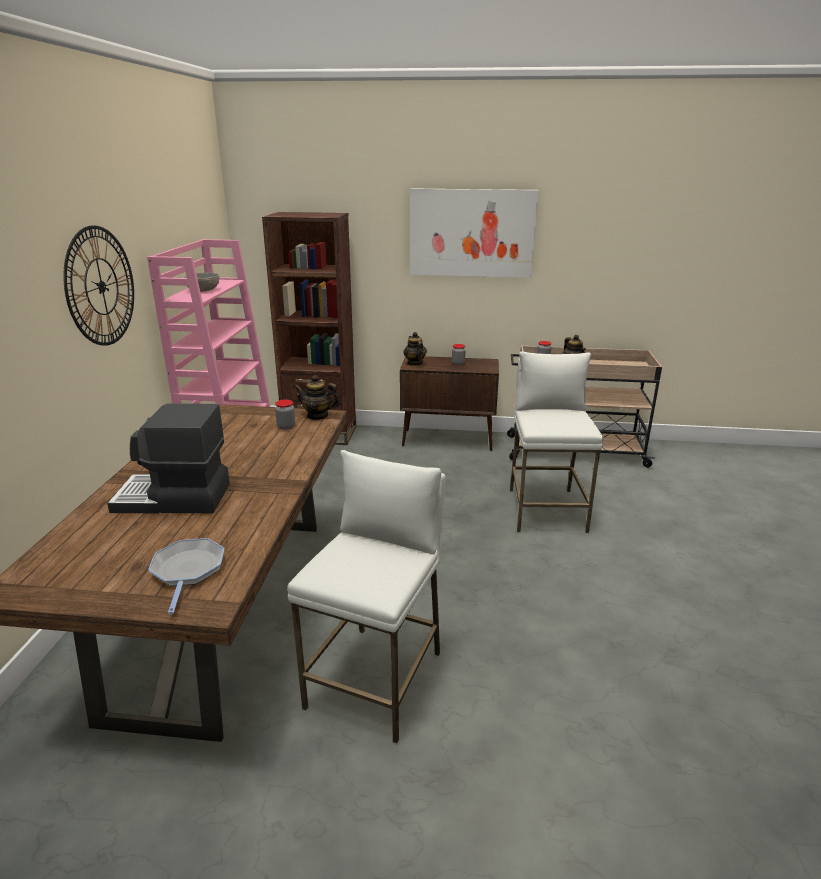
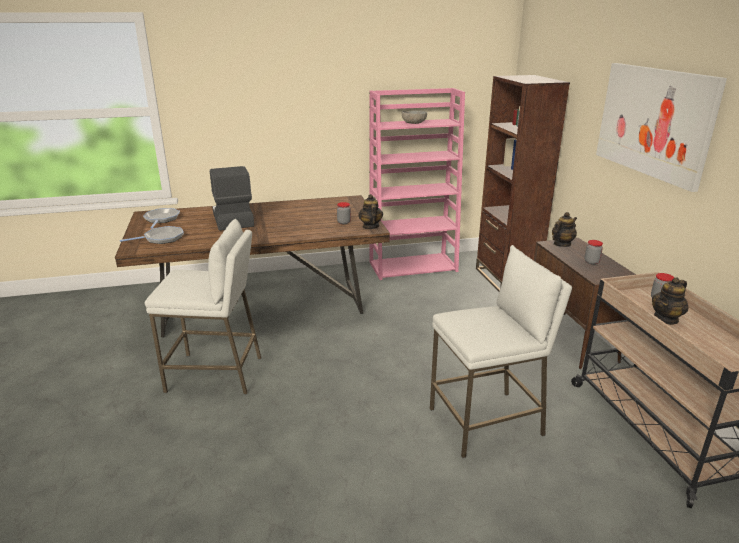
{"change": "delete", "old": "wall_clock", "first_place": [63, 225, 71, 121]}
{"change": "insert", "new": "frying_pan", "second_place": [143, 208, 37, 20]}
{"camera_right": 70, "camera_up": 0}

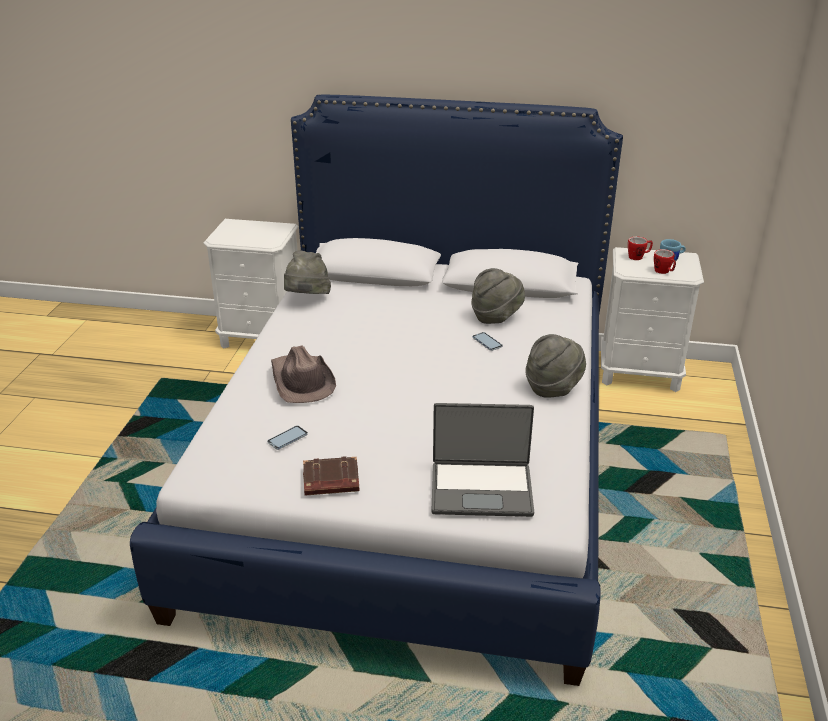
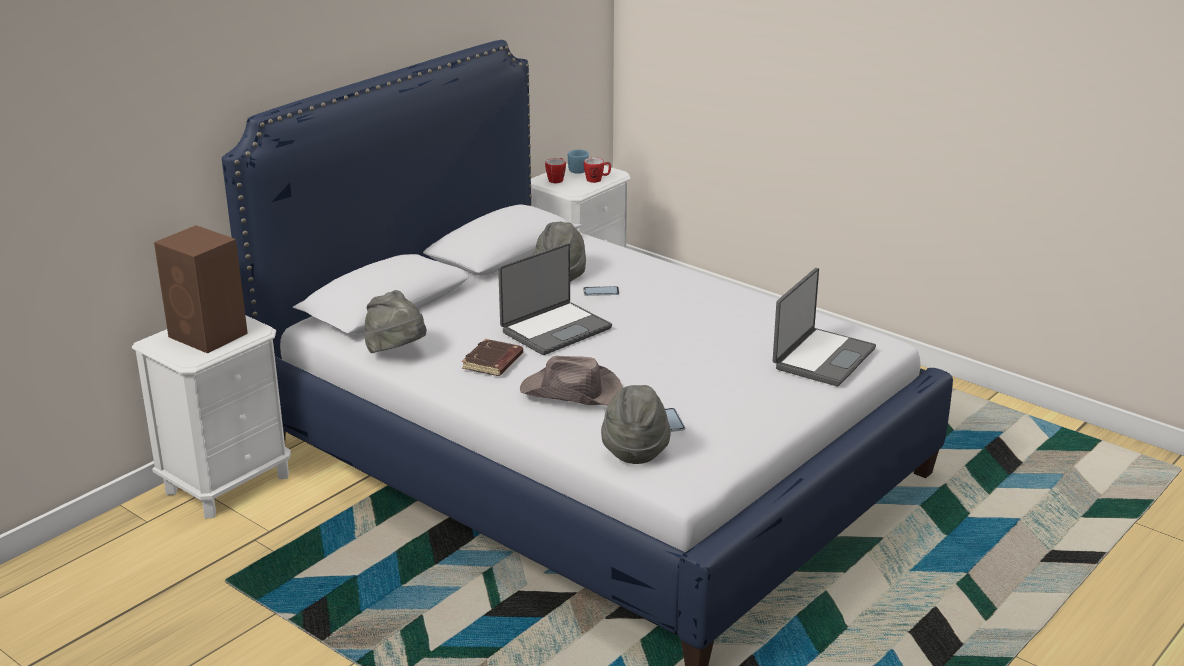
{"change": "move", "old": "brownish_bound_book", "first_place": [303, 456, 56, 40], "second_place": [462, 339, 61, 37]}
{"change": "move", "old": "gray_clothing_hat", "first_place": [525, 334, 61, 64], "second_place": [601, 385, 70, 79]}
{"change": "insert", "new": "brownish_audio_speaker", "second_place": [154, 225, 94, 128]}
{"change": "insert", "new": "notebook_computer", "second_place": [498, 243, 114, 112]}
{"camera_right": -60, "camera_up": -5}

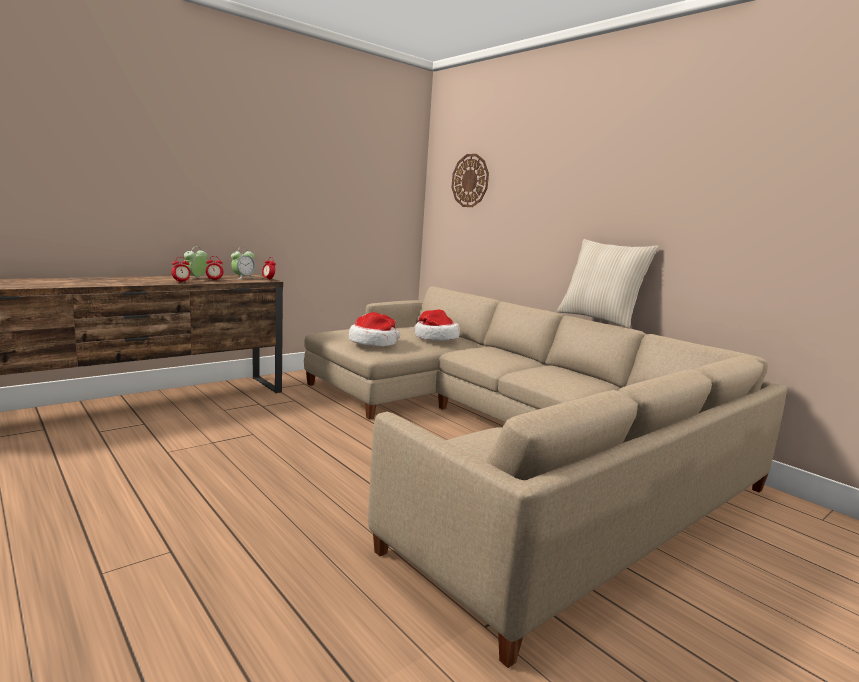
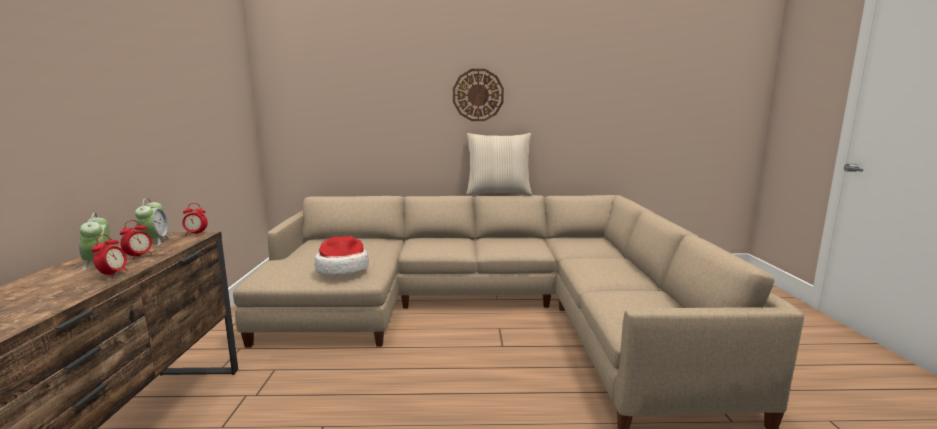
{"change": "delete", "old": "clothing_hat", "first_place": [414, 309, 46, 32]}
{"change": "move", "old": "wall_clock", "first_place": [451, 154, 38, 53], "second_place": [453, 69, 51, 52]}
{"camera_right": -50, "camera_up": 0}

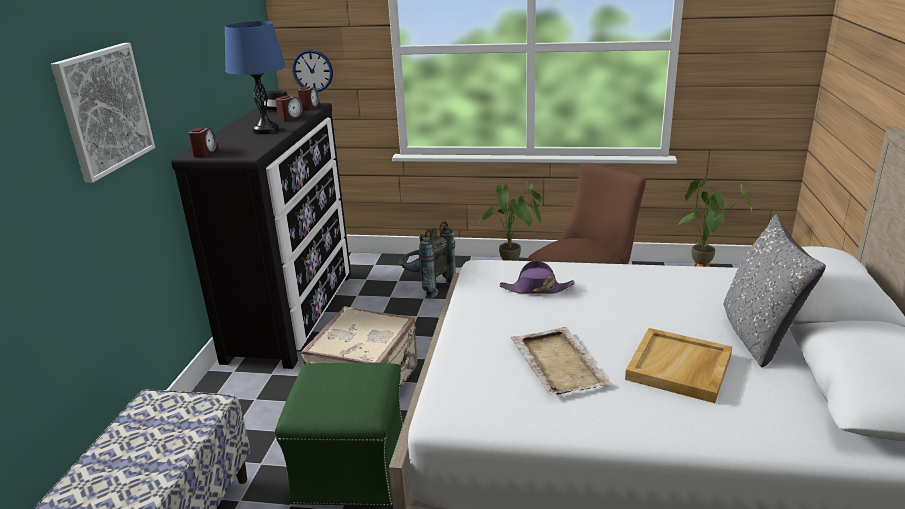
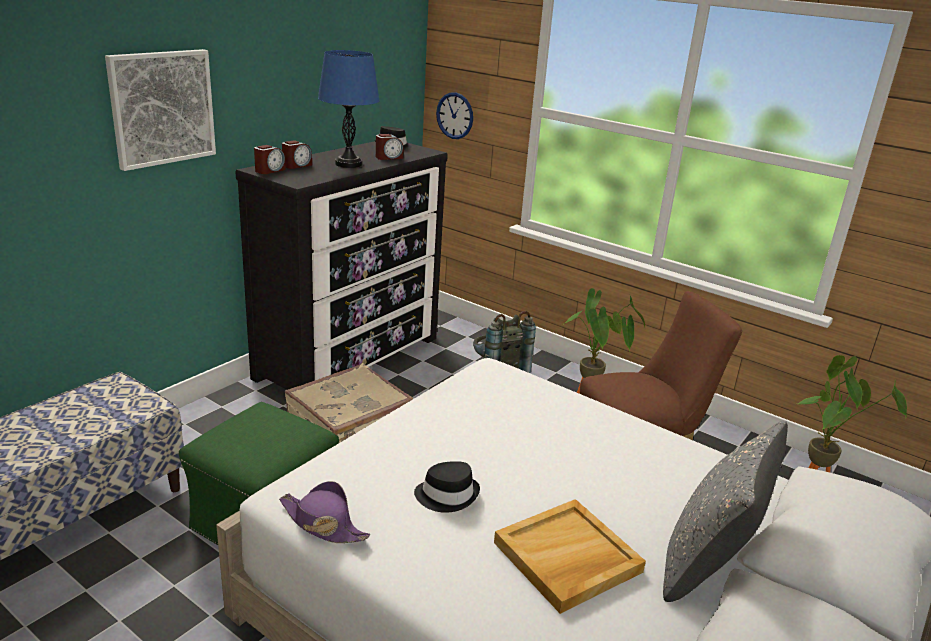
{"change": "move", "old": "bedside_clock", "first_place": [297, 86, 23, 24], "second_place": [282, 140, 30, 29]}
{"change": "move", "old": "purple-coloured_clothing_hat", "first_place": [500, 260, 75, 34], "second_place": [279, 481, 91, 62]}
{"change": "replace", "old": "sand-coloured_serving_tray", "new": "black-coloured_clothing_hat", "first_place": [510, 327, 103, 68], "second_place": [414, 461, 66, 52]}
{"camera_right": 25, "camera_up": 0}

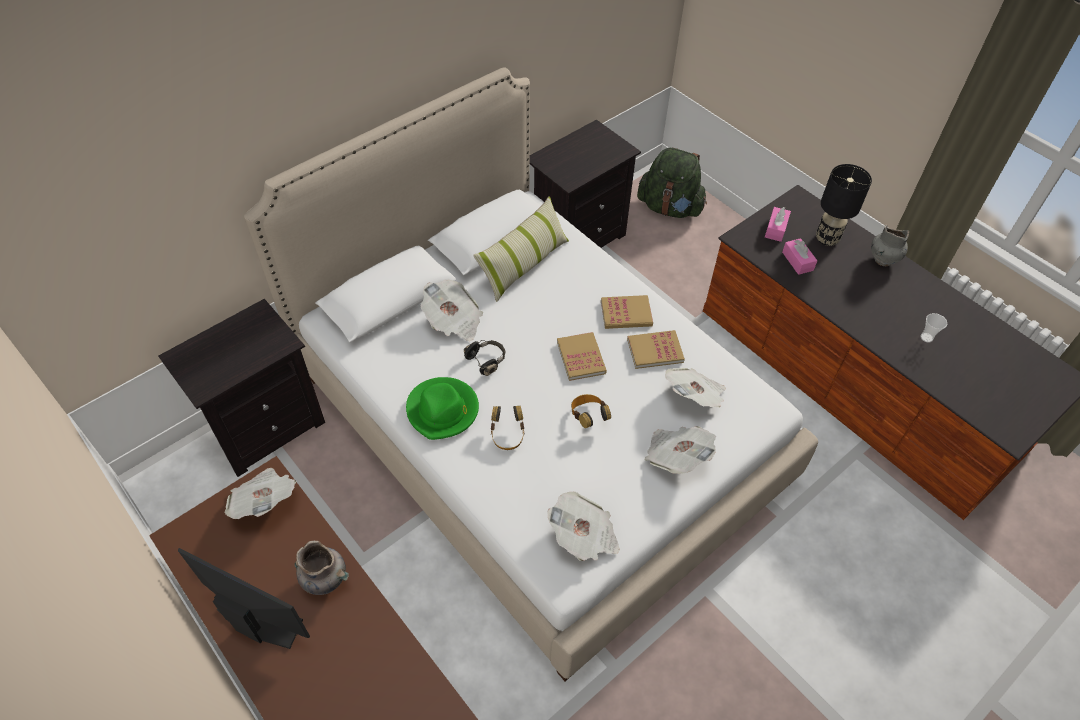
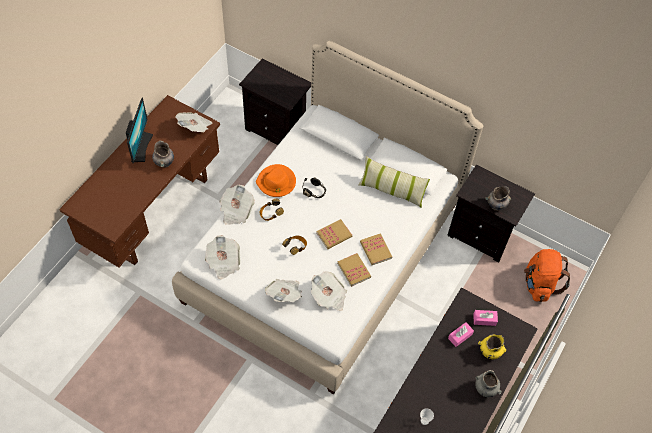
{"change": "recolor", "old": "greenish_clothing_hat", "new": "orange_clothing_hat", "first_place": [406, 377, 73, 63], "second_place": [256, 164, 40, 33]}
{"change": "move", "old": "daily_paper", "first_place": [420, 280, 63, 61], "second_place": [220, 185, 34, 40]}
{"change": "recolor", "old": "greenish_rucksack", "new": "orange_rucksack", "first_place": [637, 148, 70, 70], "second_place": [524, 249, 46, 53]}
{"change": "replace", "old": "black-coloured_tabletop_lamp", "new": "yellow_decorative_vase", "first_place": [816, 164, 56, 82], "second_place": [478, 335, 28, 24]}
{"change": "insert", "new": "gray_decorative_vase", "second_place": [485, 186, 26, 25]}
{"camera_right": 70, "camera_up": 5}

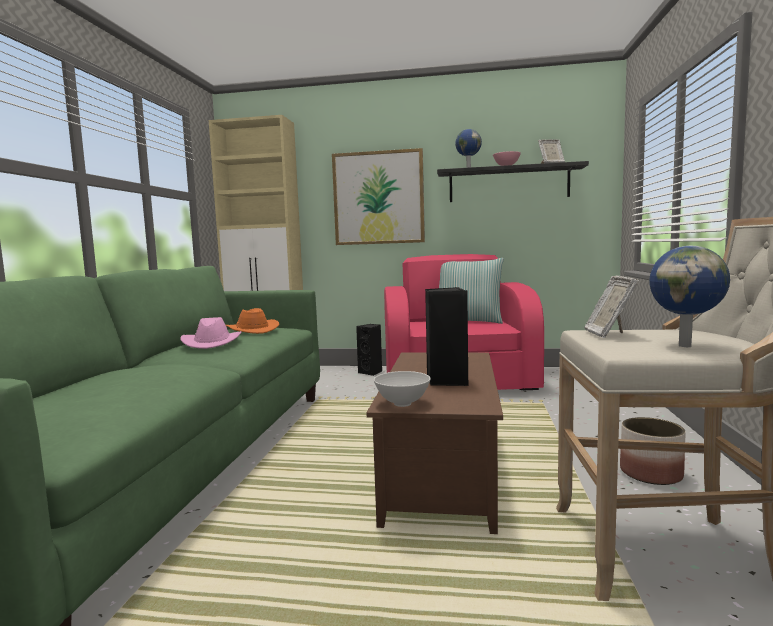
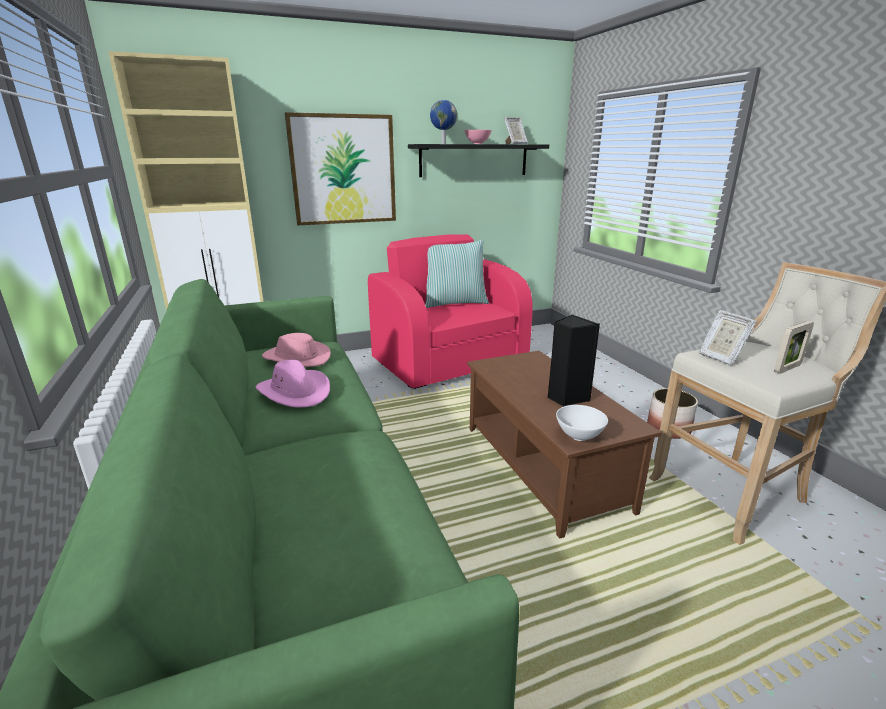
{"change": "recolor", "old": "orange_clothing_hat", "new": "pink_clothing_hat", "first_place": [226, 308, 54, 26], "second_place": [262, 333, 69, 34]}
{"change": "delete", "old": "black-coloured_audio_speaker", "first_place": [356, 324, 26, 52]}
{"change": "replace", "old": "desk_globe", "new": "picture_frame", "first_place": [649, 246, 81, 101], "second_place": [774, 321, 40, 53]}
{"camera_right": -30, "camera_up": 15}

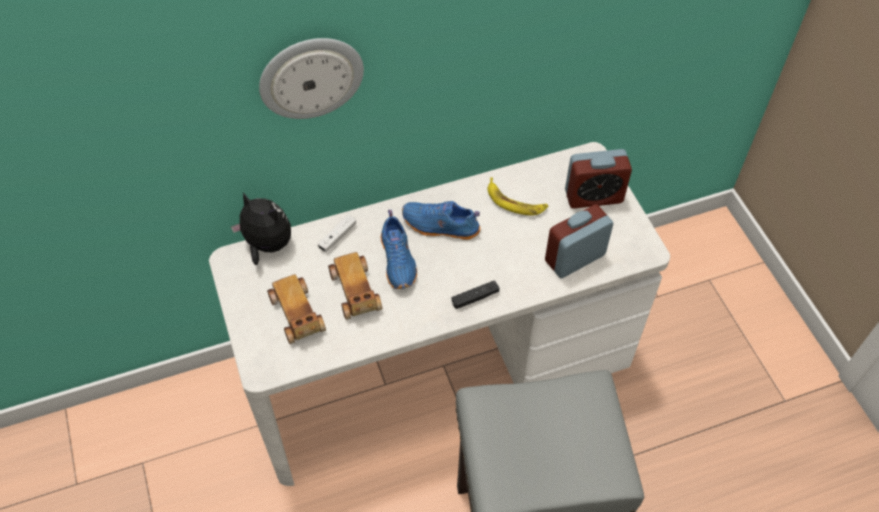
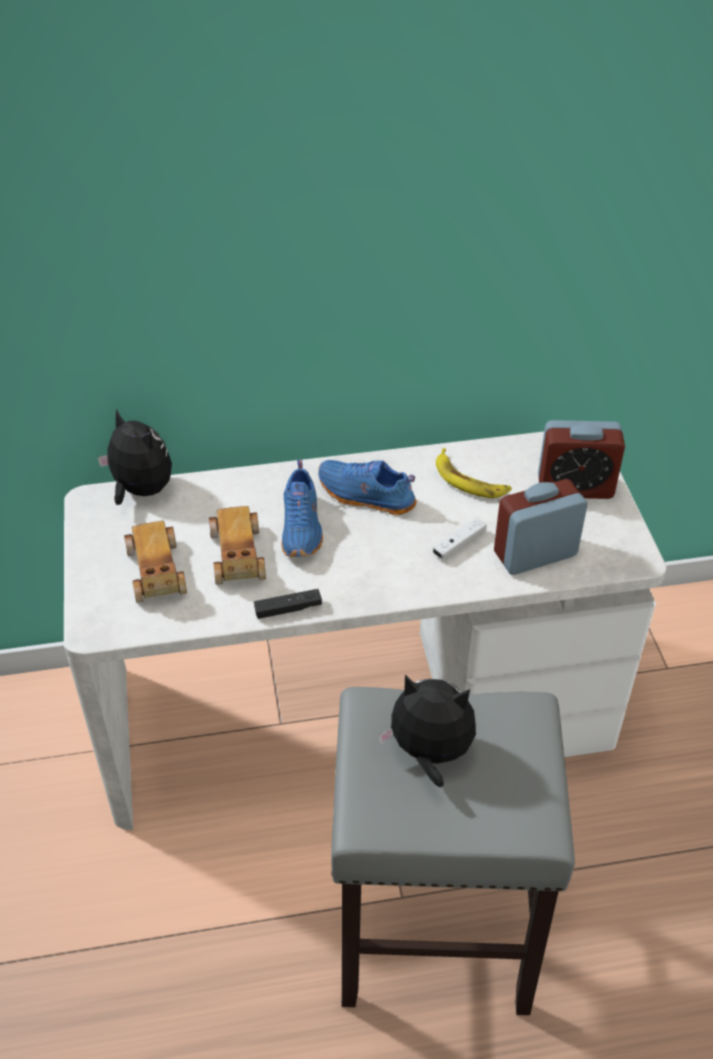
{"change": "delete", "old": "wall_clock", "first_place": [259, 38, 105, 81]}
{"change": "move", "old": "white_game_controller", "first_place": [318, 215, 38, 37], "second_place": [433, 517, 54, 42]}
{"change": "move", "old": "black-coloured_game_controller", "first_place": [452, 280, 47, 29], "second_place": [254, 589, 68, 30]}
{"change": "insert", "new": "cuddly_toy", "second_place": [378, 674, 98, 113]}
{"camera_right": 10, "camera_up": -10}

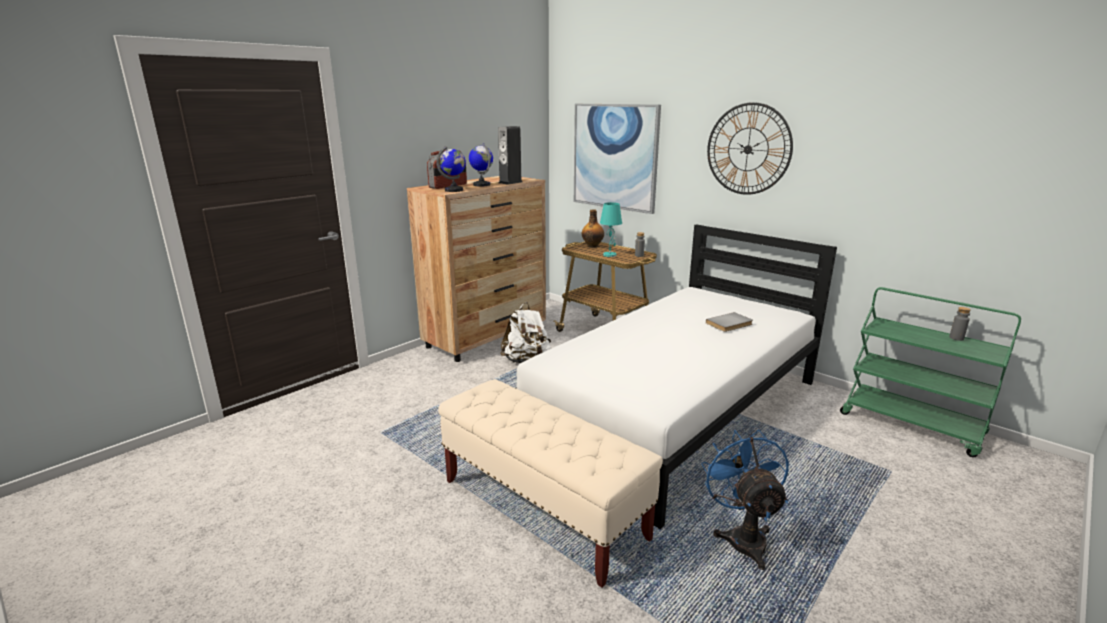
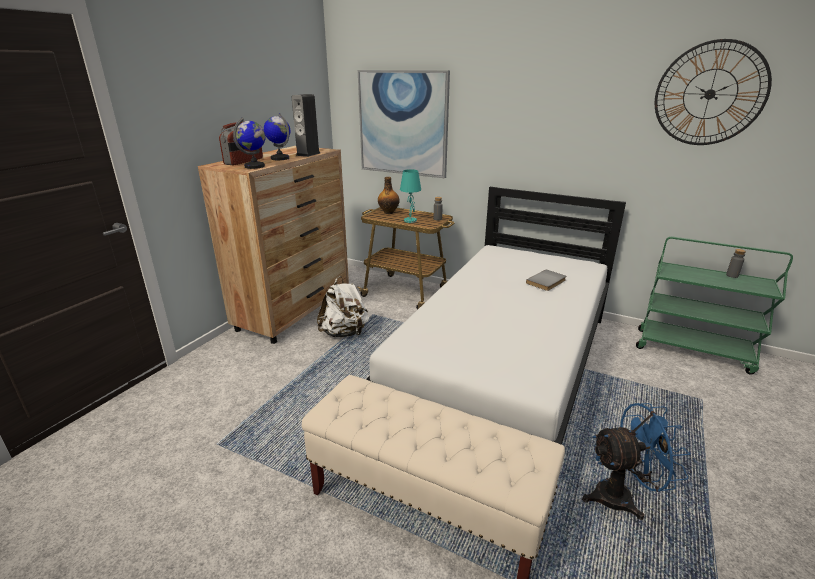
{"change": "rotate", "old": "blue_electric_fan", "first_place": [701, 430, 88, 140], "second_place": [582, 403, 109, 117], "degrees": 105}
{"change": "move", "old": "wall_clock", "first_place": [707, 102, 86, 93], "second_place": [655, 39, 117, 106]}
{"camera_right": -15, "camera_up": 5}

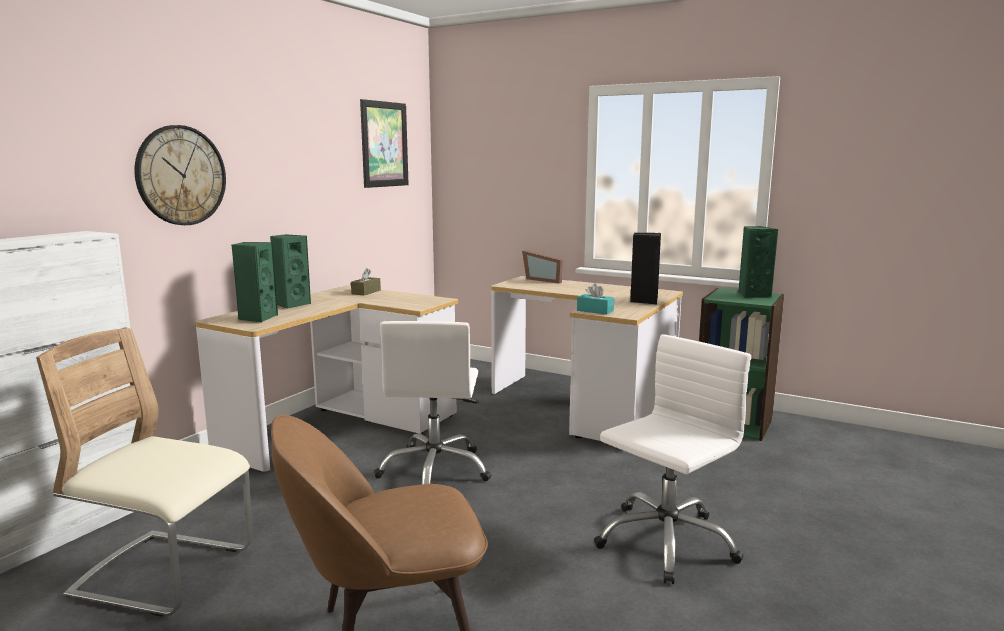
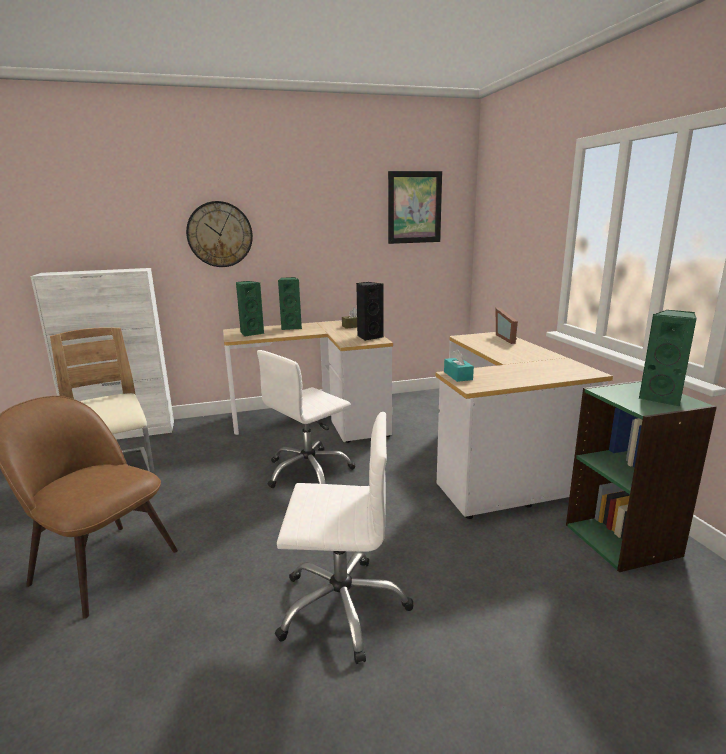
{"change": "move", "old": "black-coloured_audio_speaker", "first_place": [630, 233, 31, 71], "second_place": [356, 282, 28, 58]}
{"camera_right": 45, "camera_up": 5}

